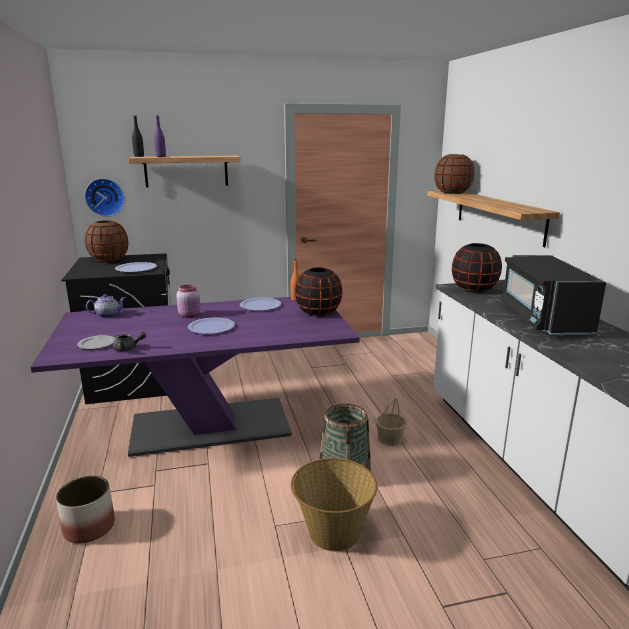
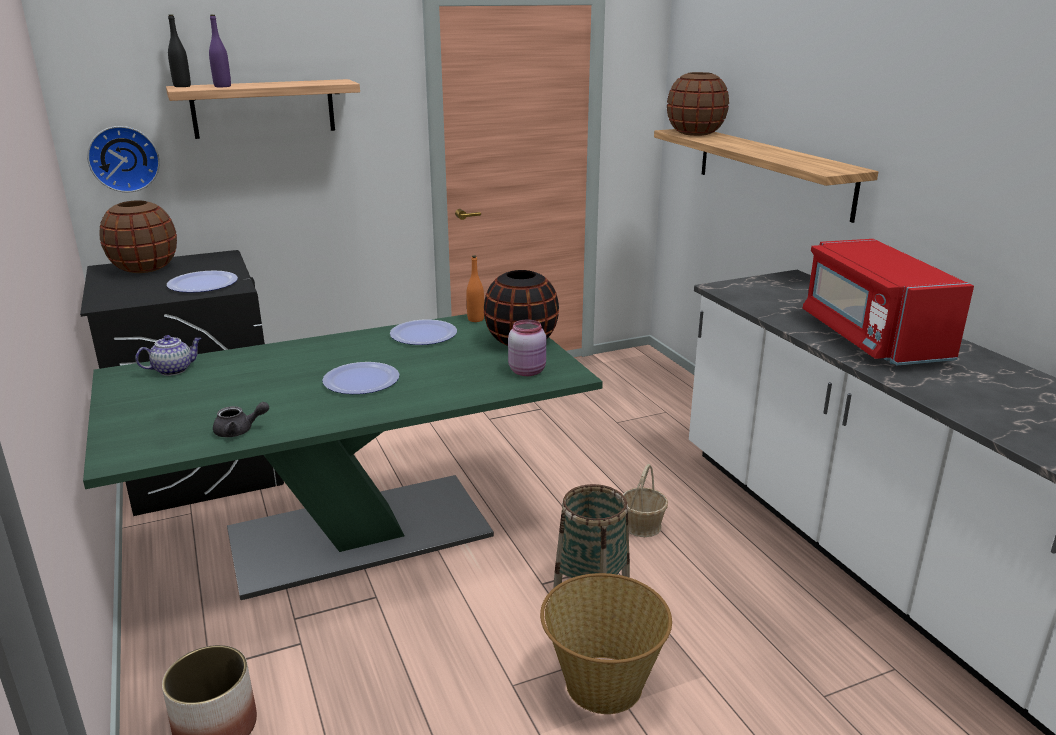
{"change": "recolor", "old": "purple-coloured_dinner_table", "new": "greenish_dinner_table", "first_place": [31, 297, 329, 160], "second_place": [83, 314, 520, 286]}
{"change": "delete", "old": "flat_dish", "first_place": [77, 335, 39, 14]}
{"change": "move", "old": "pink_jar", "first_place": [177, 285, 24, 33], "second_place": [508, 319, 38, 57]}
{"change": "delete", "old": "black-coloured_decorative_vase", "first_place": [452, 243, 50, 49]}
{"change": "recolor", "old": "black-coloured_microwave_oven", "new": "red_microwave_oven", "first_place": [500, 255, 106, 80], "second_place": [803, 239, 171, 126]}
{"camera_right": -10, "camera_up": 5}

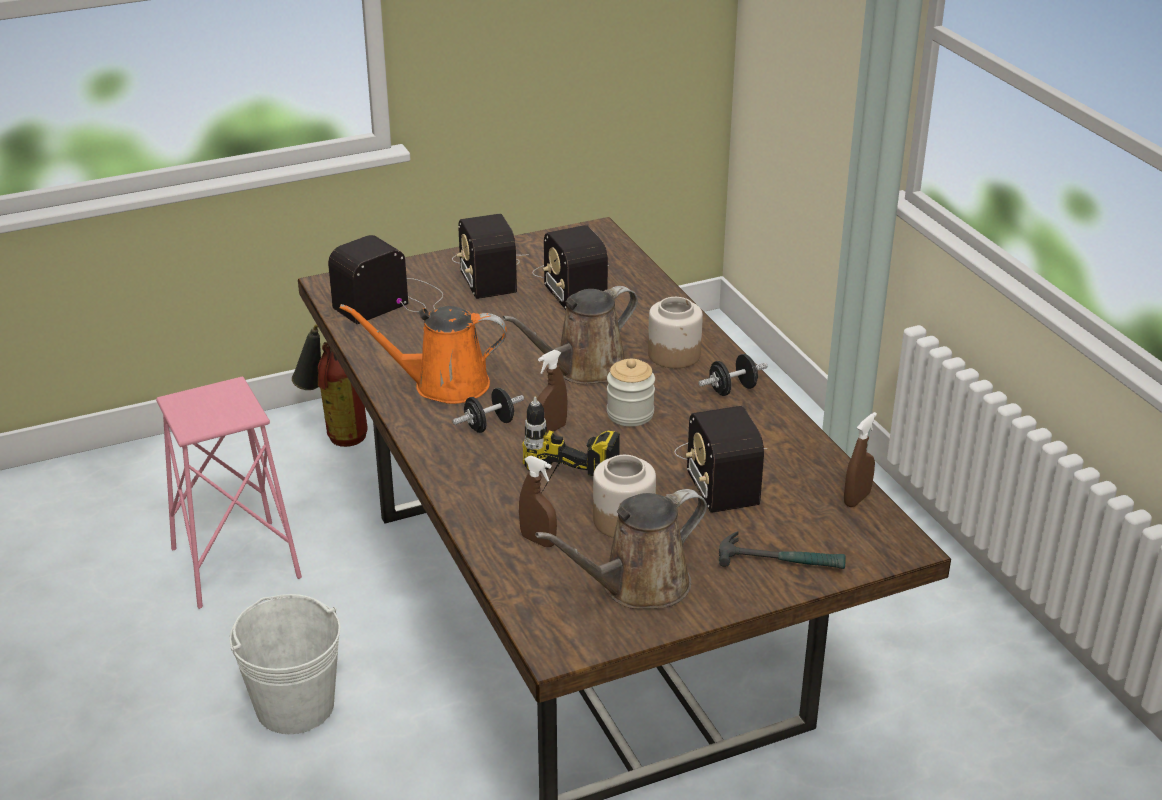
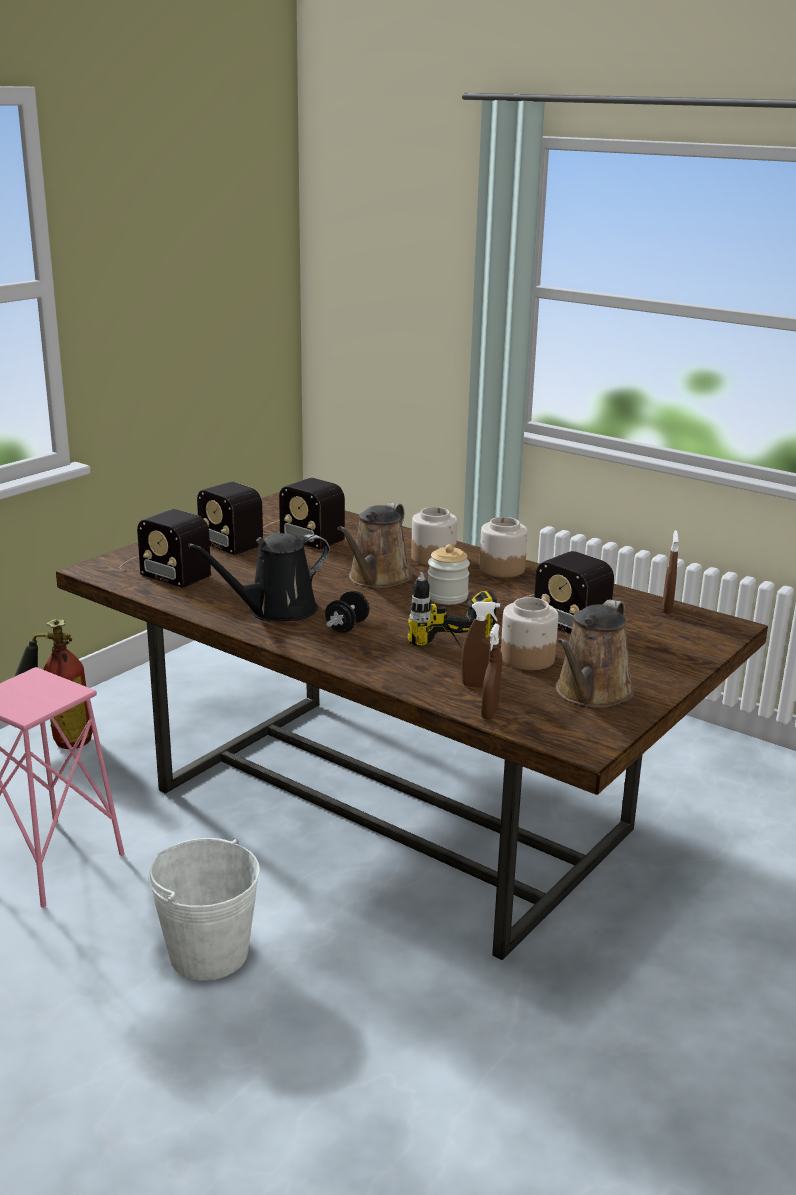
{"change": "rotate", "old": "radio_set", "first_place": [328, 235, 115, 89], "second_place": [120, 509, 91, 79], "degrees": -75}
{"change": "recolor", "old": "orange_watering_pot", "new": "black-coloured_watering_pot", "first_place": [340, 304, 166, 100], "second_place": [188, 533, 142, 88]}
{"change": "move", "old": "brownish_spray_bottle", "first_place": [537, 350, 31, 83], "second_place": [481, 624, 20, 96]}
{"change": "replace", "old": "black-coloured_hand_weight", "new": "jar", "first_place": [698, 354, 70, 42], "second_place": [479, 517, 49, 60]}
{"change": "delete", "old": "hammer", "first_place": [719, 531, 127, 38]}
{"camera_right": -30, "camera_up": -10}

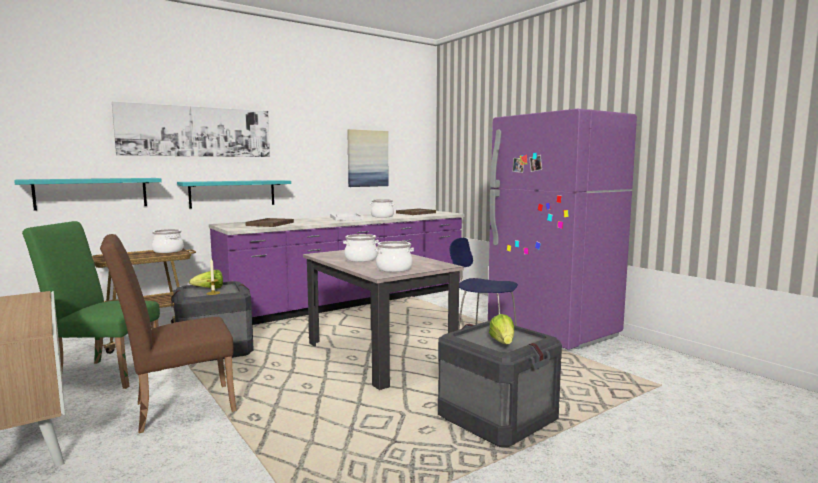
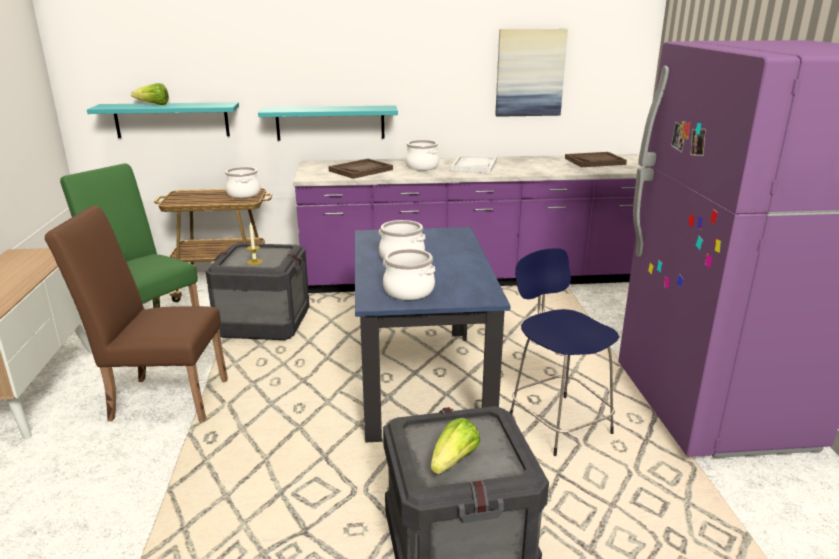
{"change": "delete", "old": "wall_art", "first_place": [112, 101, 158, 56]}
{"change": "move", "old": "lettuce_head", "first_place": [189, 270, 34, 19], "second_place": [131, 83, 38, 22]}
{"change": "recolor", "old": "sand-coloured_dinner_table", "new": "blue_dinner_table", "first_place": [303, 246, 161, 144], "second_place": [355, 227, 156, 216]}
{"change": "move", "old": "saucepot", "first_place": [370, 199, 25, 19], "second_place": [405, 140, 34, 30]}
{"camera_right": 30, "camera_up": 15}

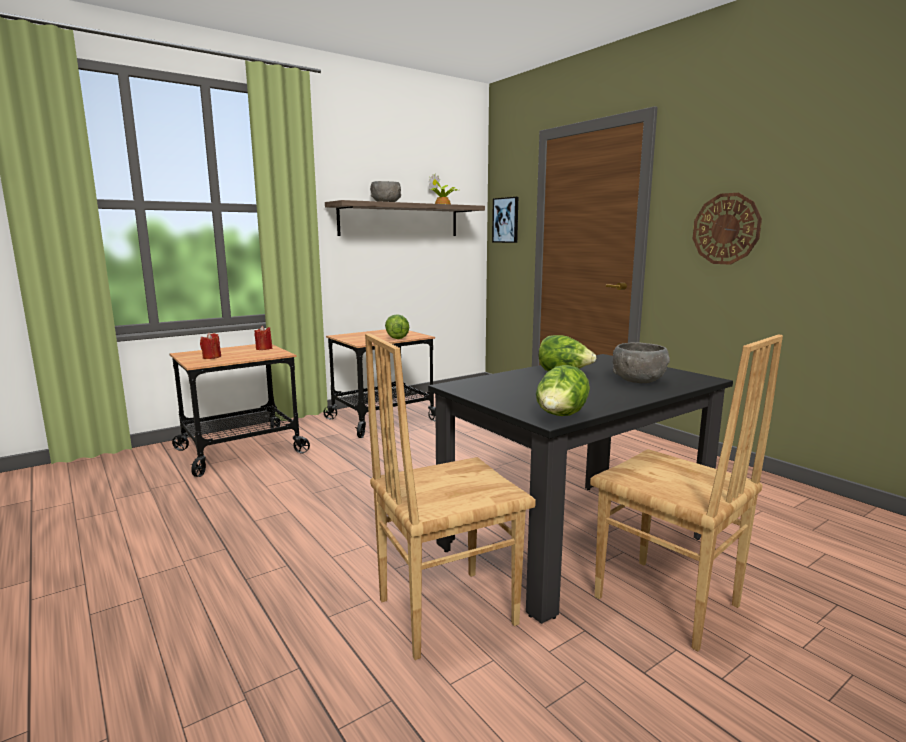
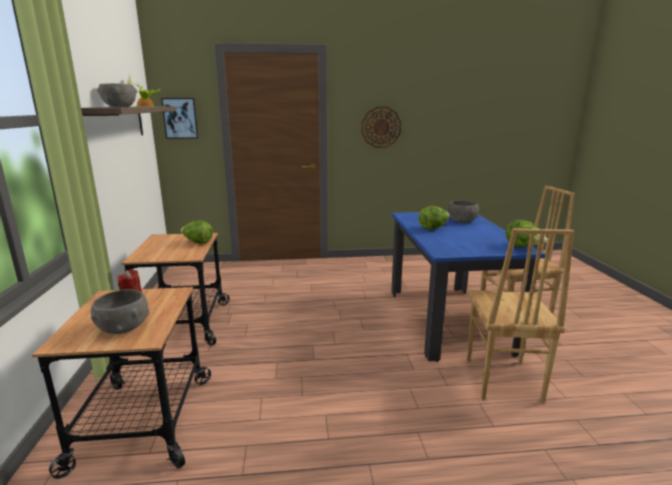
{"change": "replace", "old": "red_wax_candle", "new": "gray_serving_bowl", "first_place": [200, 333, 21, 26], "second_place": [91, 289, 59, 45]}
{"change": "recolor", "old": "black-coloured_dinner_table", "new": "blue_dinner_table", "first_place": [428, 354, 305, 270], "second_place": [391, 211, 154, 151]}
{"camera_right": -60, "camera_up": 5}

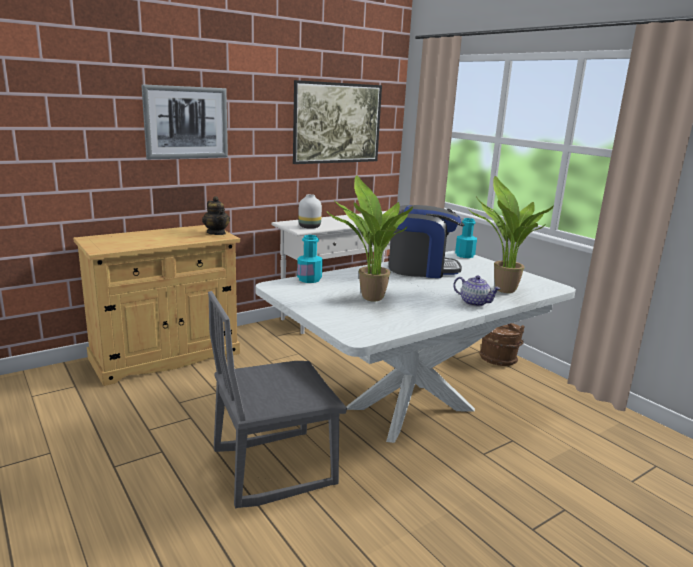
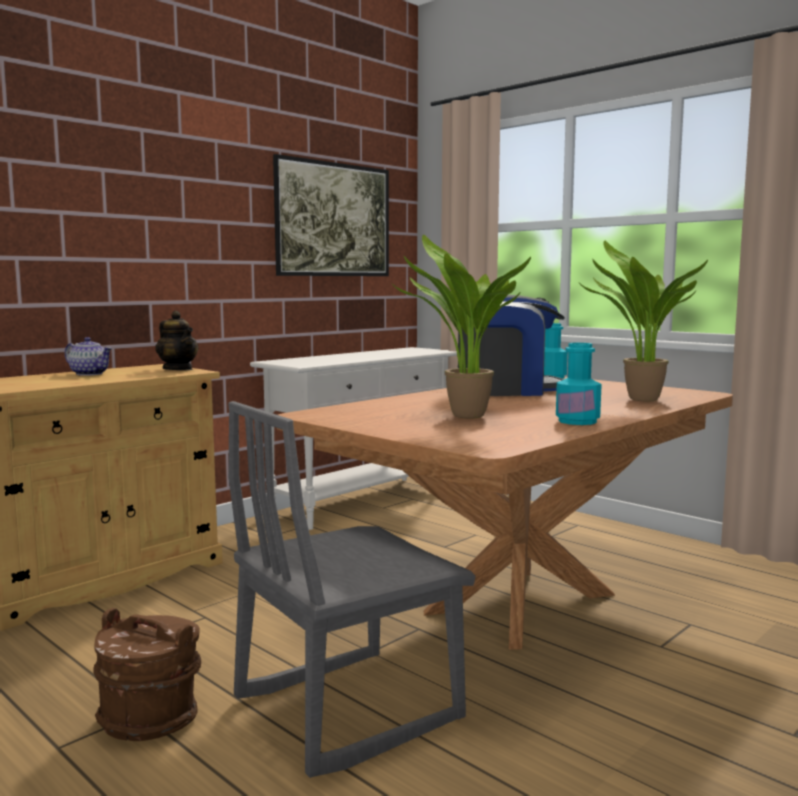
{"change": "delete", "old": "wall_art", "first_place": [141, 84, 87, 75]}
{"change": "recolor", "old": "white_dinner_table", "new": "brownish_dinner_table", "first_place": [256, 251, 320, 192], "second_place": [277, 377, 456, 273]}
{"change": "move", "old": "turquoise-coloured_drink_bottle", "first_place": [297, 235, 26, 48], "second_place": [556, 343, 46, 82]}
{"change": "delete", "old": "white_decorative_vase", "first_place": [298, 194, 24, 35]}
{"change": "move", "old": "pot_for_tea", "first_place": [453, 276, 48, 31], "second_place": [65, 337, 47, 39]}
{"change": "move", "old": "brownish_pail", "first_place": [480, 323, 45, 43], "second_place": [93, 608, 108, 133]}
{"camera_right": -10, "camera_up": -10}

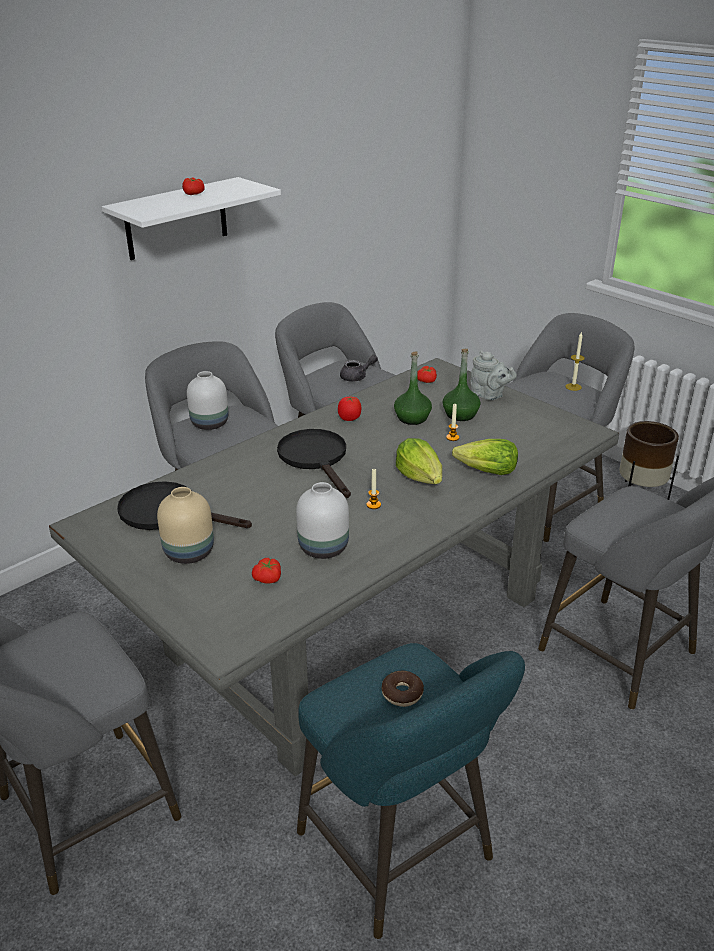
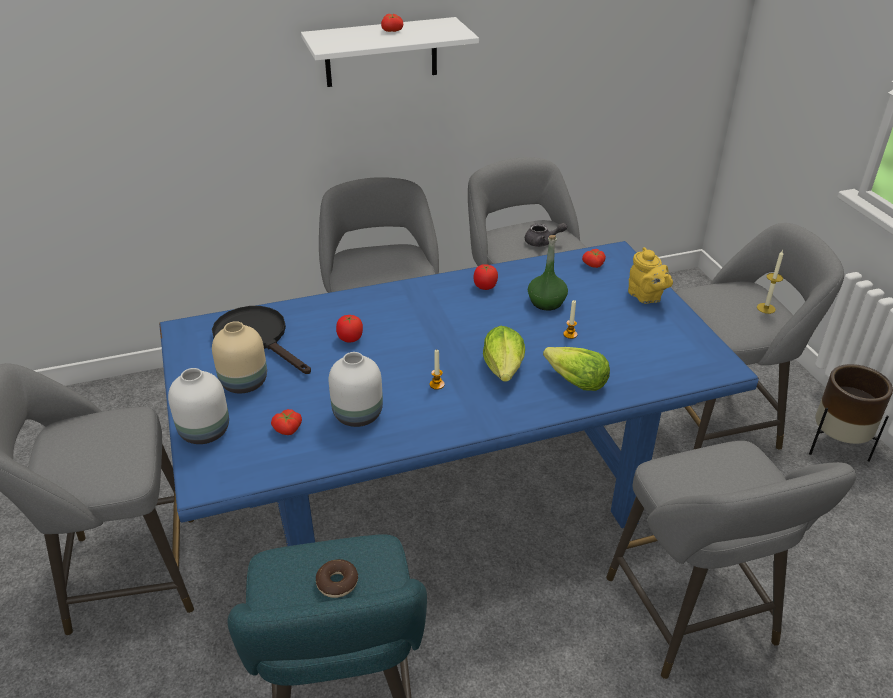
{"change": "recolor", "old": "gray_dinner_table", "new": "blue_dinner_table", "first_place": [49, 358, 570, 418], "second_place": [159, 241, 600, 305]}
{"change": "move", "old": "white_decorative_vase", "first_place": [187, 371, 41, 59], "second_place": [168, 368, 61, 76]}
{"change": "delete", "old": "black-coloured_frying_pan", "first_place": [277, 429, 74, 69]}
{"change": "delete", "old": "greenish_drink_bottle", "first_place": [443, 349, 37, 72]}
{"change": "recolor", "old": "gray_pot_for_tea", "new": "yellow_pot_for_tea", "first_place": [471, 351, 46, 49], "second_place": [628, 247, 45, 57]}
{"change": "insert", "new": "whole_tomato", "second_place": [336, 315, 27, 28]}
{"camera_right": 25, "camera_up": 5}

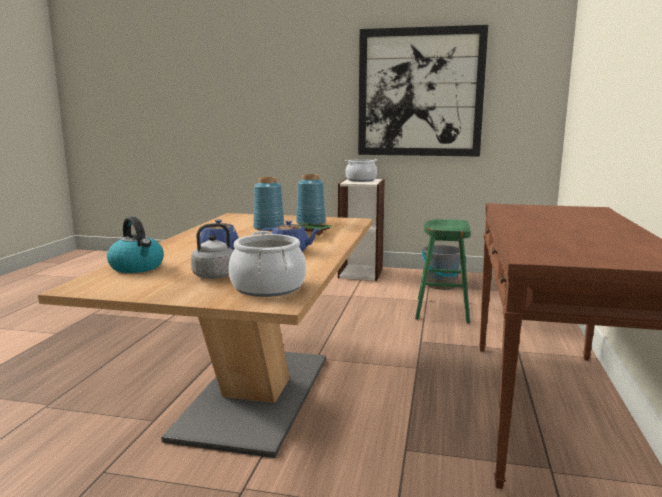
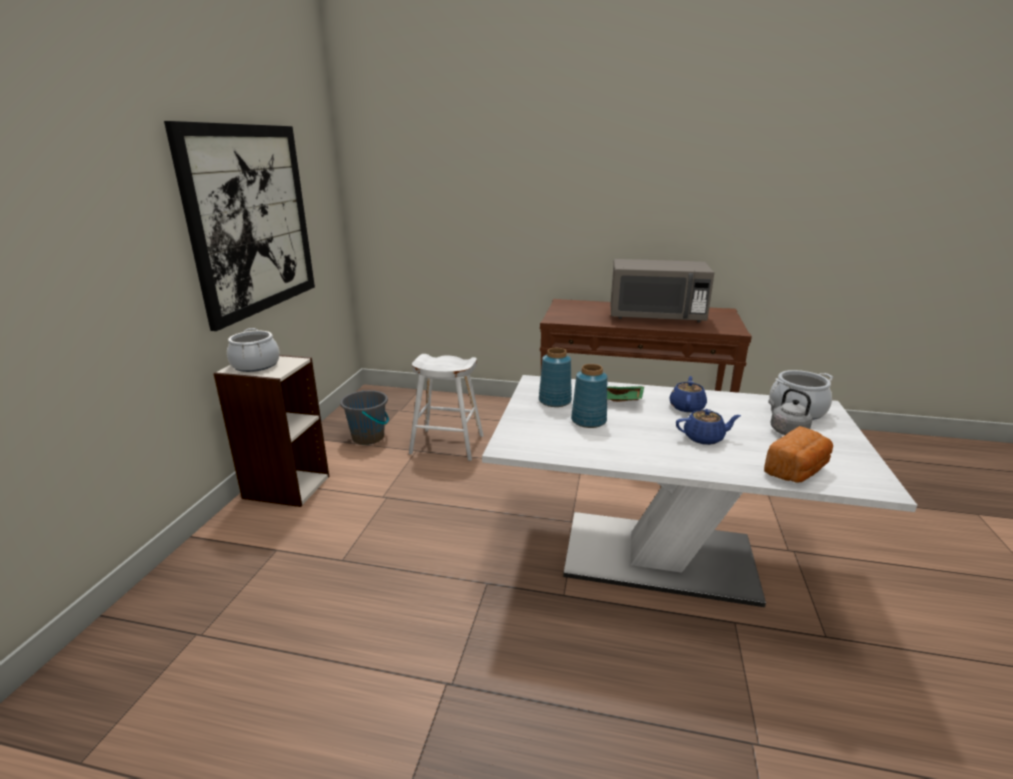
{"change": "recolor", "old": "brownish_dinner_table", "new": "white_dinner_table", "first_place": [38, 213, 335, 245], "second_place": [482, 375, 435, 232]}
{"change": "replace", "old": "water_kettle", "new": "baked_bread", "first_place": [107, 217, 57, 56], "second_place": [764, 426, 69, 57]}
{"change": "recolor", "old": "greenish_stool_seat", "new": "white_stool_seat", "first_place": [415, 219, 56, 104], "second_place": [409, 354, 75, 107]}
{"change": "insert", "new": "gray_microwave_oven", "second_place": [611, 259, 104, 64]}
{"camera_right": -90, "camera_up": 10}

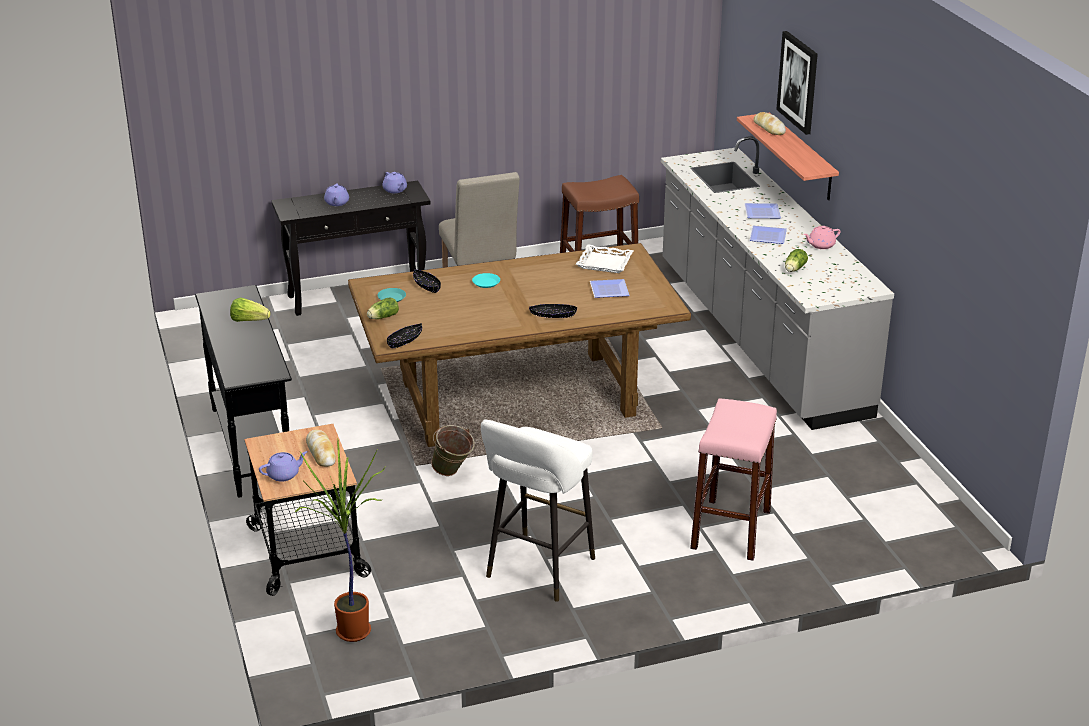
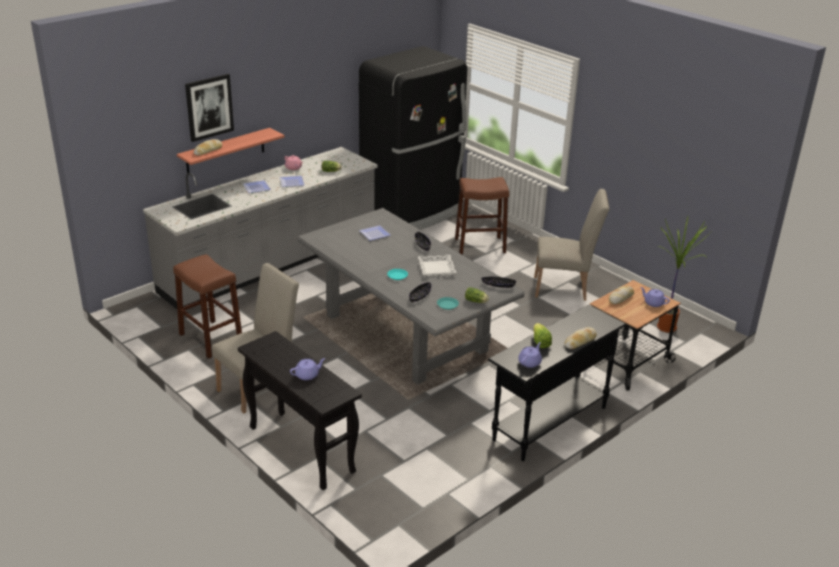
{"change": "recolor", "old": "brownish_dinner_table", "new": "gray_dinner_table", "first_place": [348, 243, 343, 204], "second_place": [298, 208, 227, 176]}
{"change": "move", "old": "purple-coloured_pot_for_tea", "first_place": [383, 172, 24, 21], "second_place": [518, 342, 24, 26]}
{"change": "delete", "old": "greenish_pail", "first_place": [431, 425, 44, 51]}
{"change": "replace", "old": "white_stool_seat", "new": "sand-coloured_chair", "first_place": [481, 419, 114, 183], "second_place": [534, 189, 75, 112]}
{"change": "move", "old": "white_serving_tray", "first_place": [576, 245, 57, 28], "second_place": [418, 255, 39, 21]}
{"change": "recolor", "old": "pink_stool_seat", "new": "brownish_stool_seat", "first_place": [690, 398, 87, 163], "second_place": [455, 177, 54, 78]}
{"change": "insert", "new": "black-coloured_kitchen_fridge", "second_place": [359, 46, 108, 184]}
{"change": "insert", "new": "baked_bread", "second_place": [564, 327, 33, 22]}
{"camera_right": -115, "camera_up": 0}

